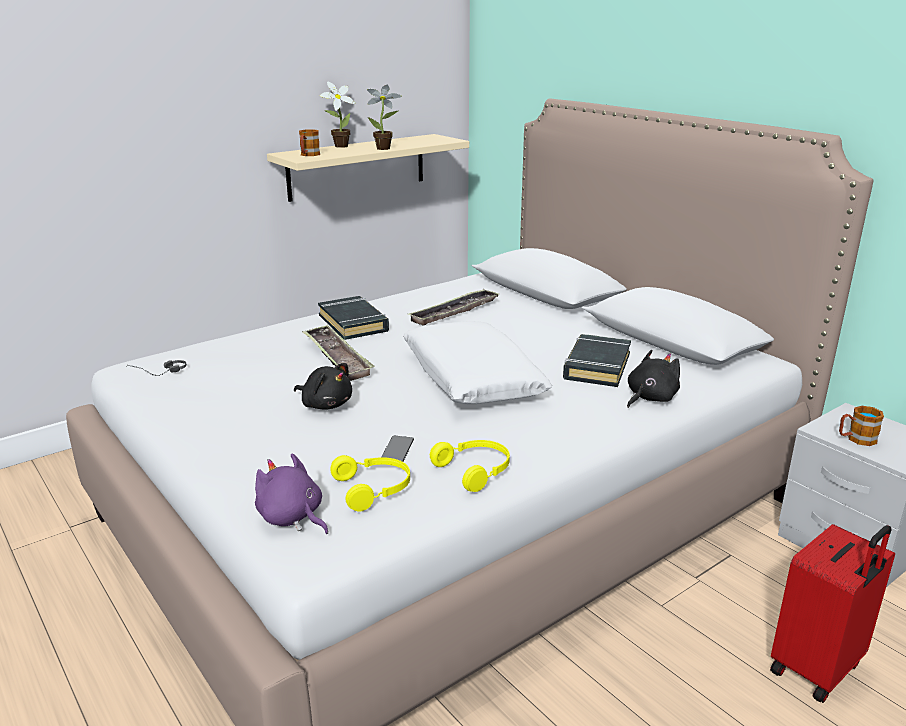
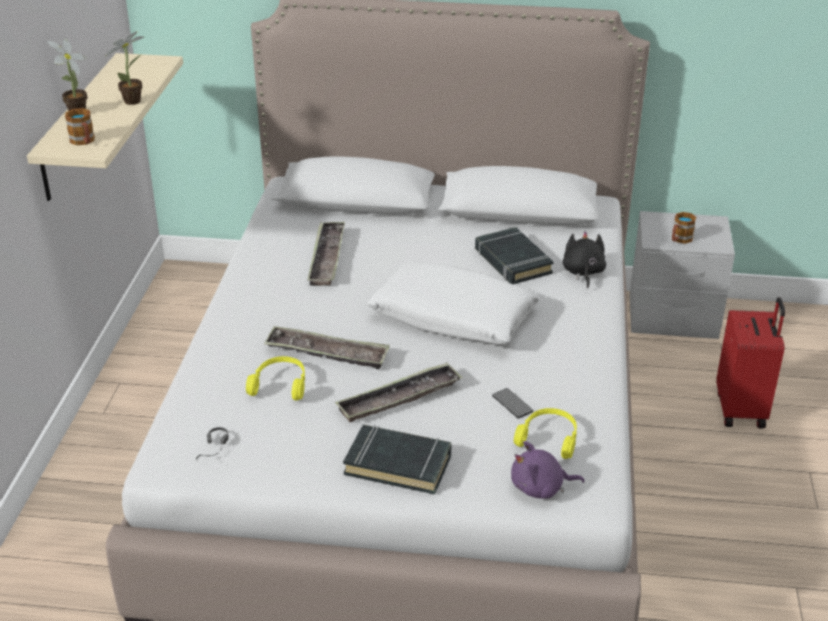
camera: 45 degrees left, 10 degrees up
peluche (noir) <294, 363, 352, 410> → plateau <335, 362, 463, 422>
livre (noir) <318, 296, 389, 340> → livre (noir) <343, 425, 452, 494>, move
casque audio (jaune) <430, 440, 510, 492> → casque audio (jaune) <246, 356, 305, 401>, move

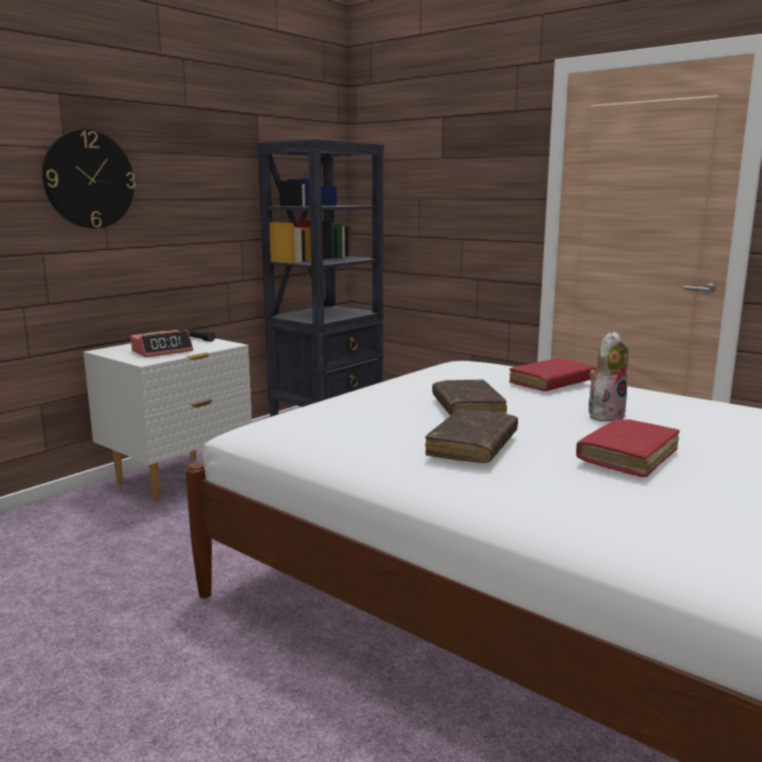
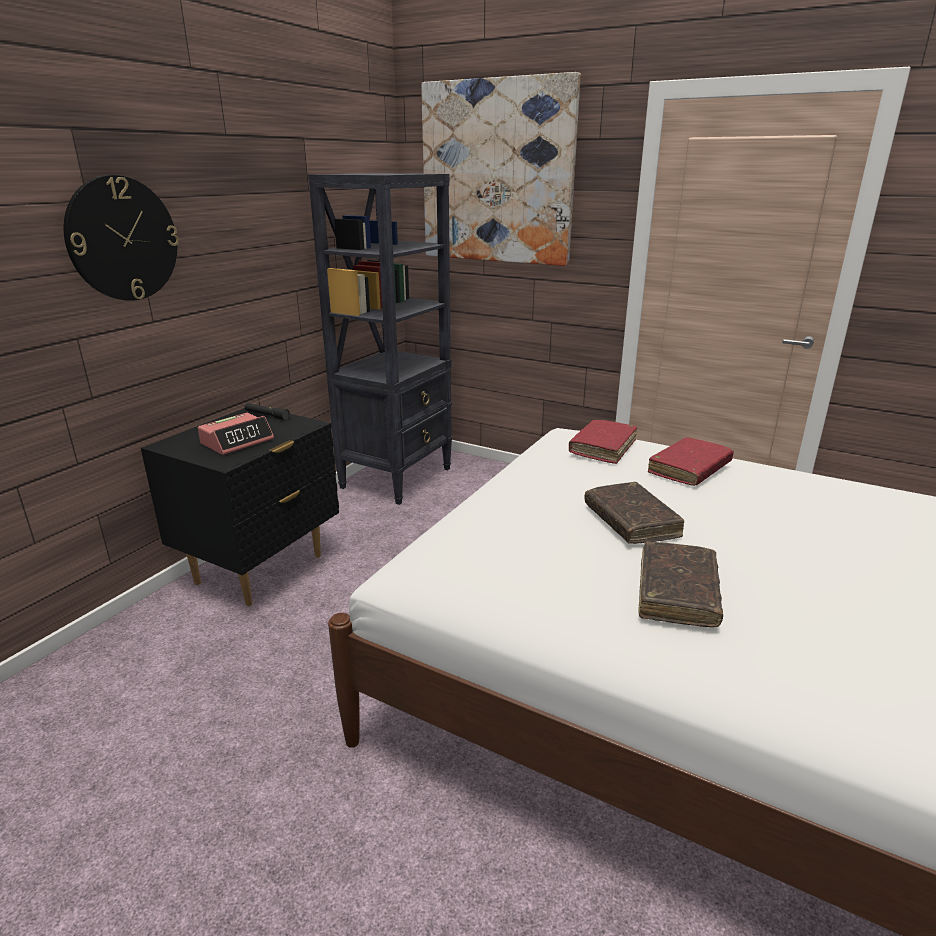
camera: 10 degrees left, 10 degrees up
table de chevet (blanc) <83, 337, 252, 502> → table de chevet (noir) <141, 408, 339, 606>
livre (rouge) <576, 419, 680, 477> → livre (rouge) <569, 420, 637, 464>, move
peluche <589, 331, 629, 421> → -
- → tableau <421, 72, 581, 266>

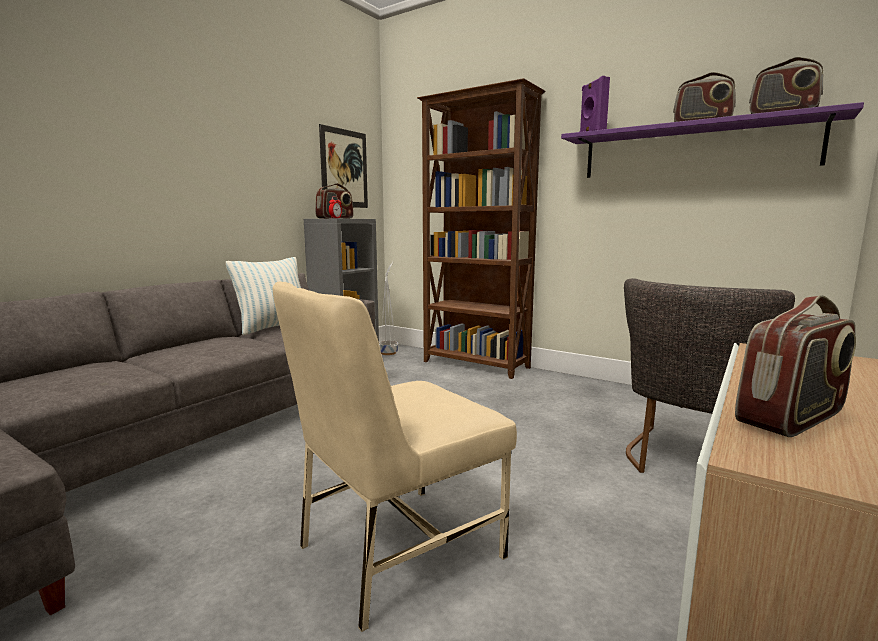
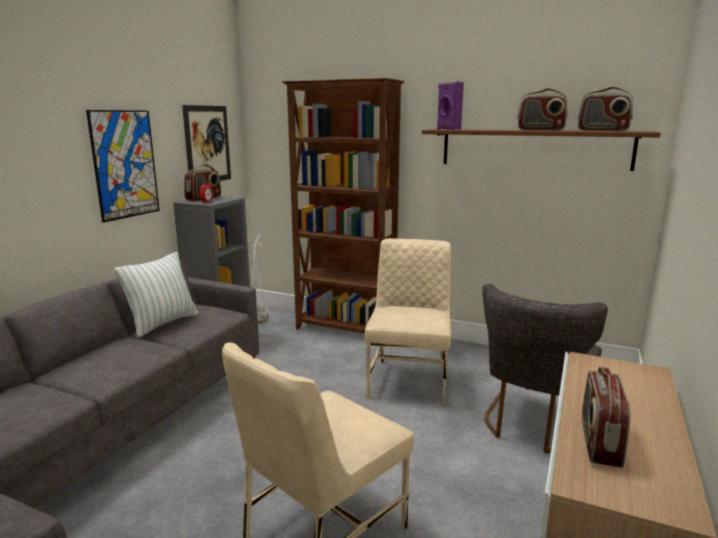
camera: 10 degrees left, 5 degrees up
étagère (violet) <561, 102, 864, 178> → étagère (marron) <422, 129, 661, 171>
radio <735, 296, 856, 437> → radio <582, 367, 631, 468>, 150 degrees clockwise
- → tableau <86, 110, 160, 223>
- → chaise (beige) <365, 238, 451, 405>

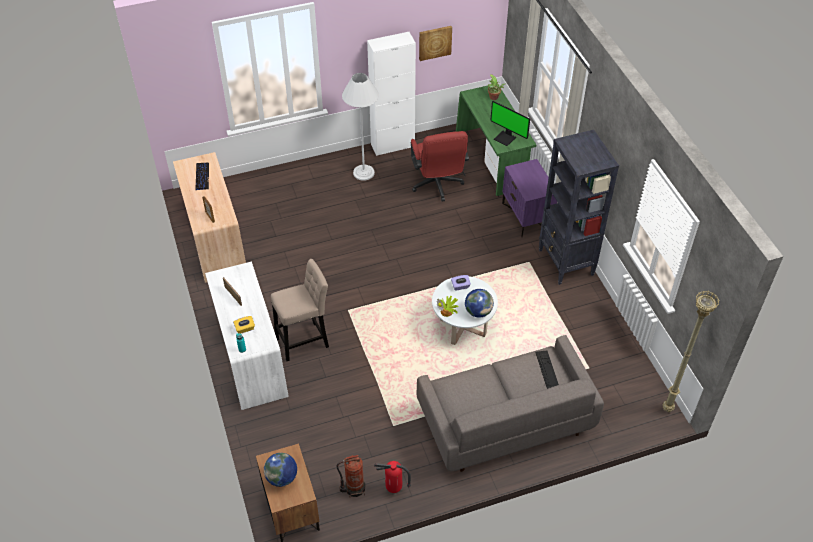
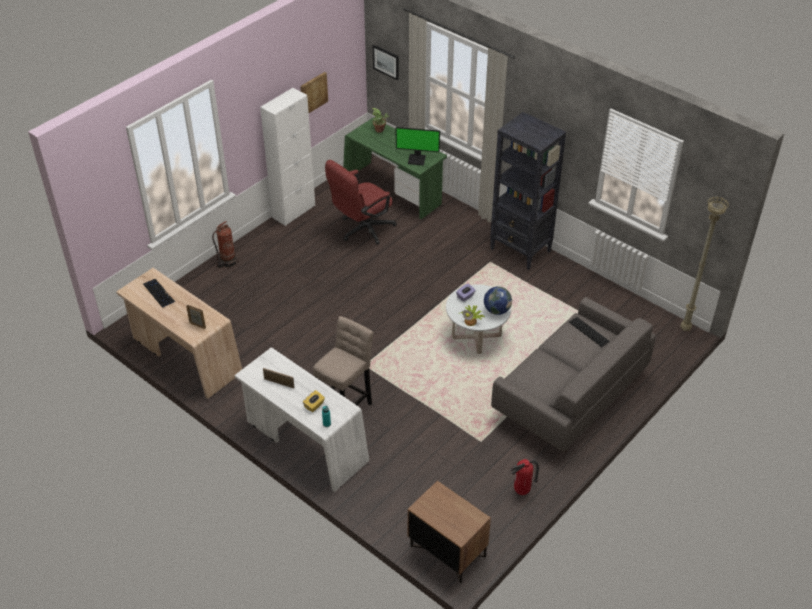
camera: 30 degrees left, 5 degrees down
globe <264, 453, 297, 487> → -
extincteur <337, 455, 365, 497> → extincteur <212, 221, 239, 268>, move
lampadaire (blanc) <342, 73, 379, 181> → -
chaise de bureau (rouge) <411, 131, 469, 201> → chaise de bureau (rouge) <325, 160, 397, 245>, 90 degrees clockwise
table de chevet (violet) <502, 159, 557, 237> → -
- → tableau <373, 45, 399, 80>

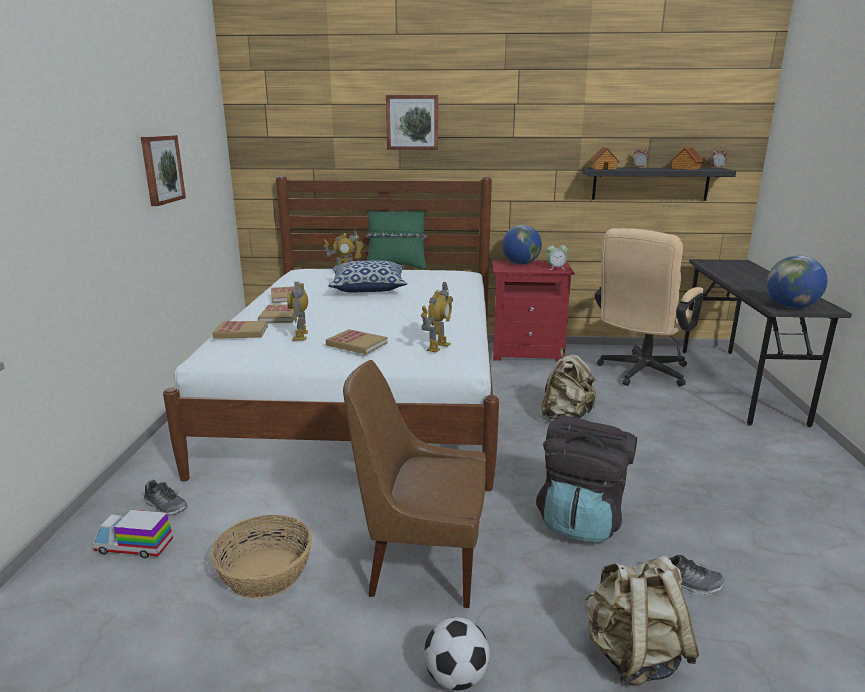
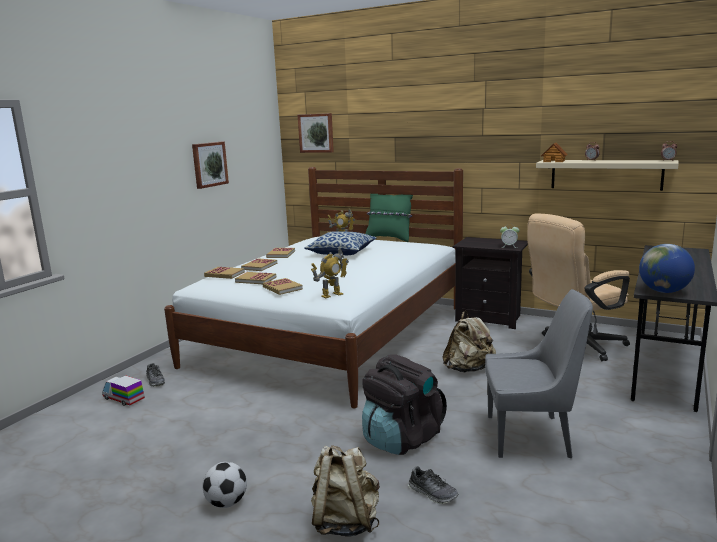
camera: 25 degrees right, 5 degrees down
panier <211, 515, 312, 599> → -
robot jouet <287, 282, 308, 341> → livre <235, 272, 276, 284>
chaise (marron) <343, 360, 486, 608> → -
tableau <386, 95, 438, 150> → tableau <298, 113, 334, 153>, move
table de chevet (rouge) <492, 260, 575, 362> → table de chevet (noir) <453, 237, 528, 329>
globe <502, 225, 542, 265> → -
étagère (noir) <582, 167, 736, 201> → étagère (beige) <536, 160, 679, 191>
maison miniature <670, 147, 704, 170> → -
- → chaise (gris) <485, 289, 593, 458>

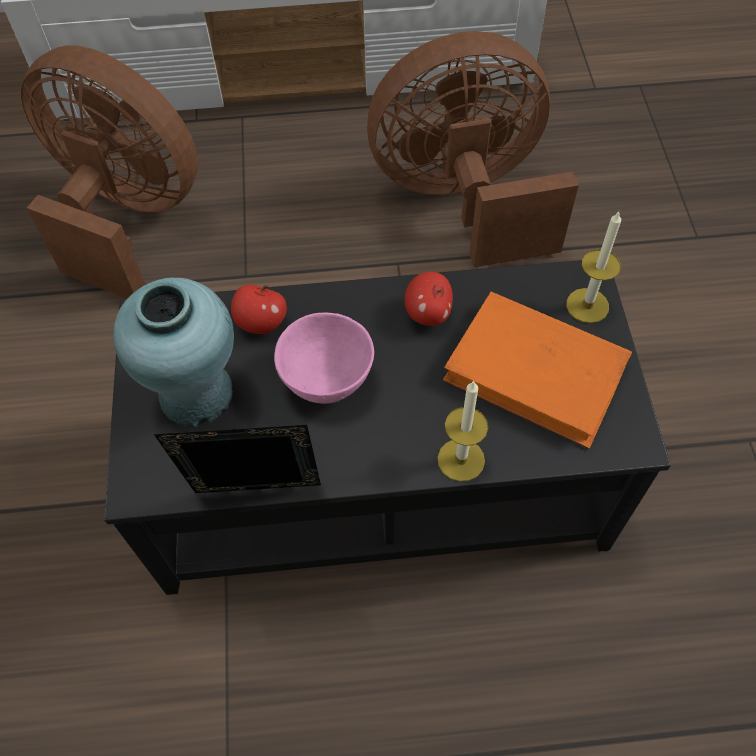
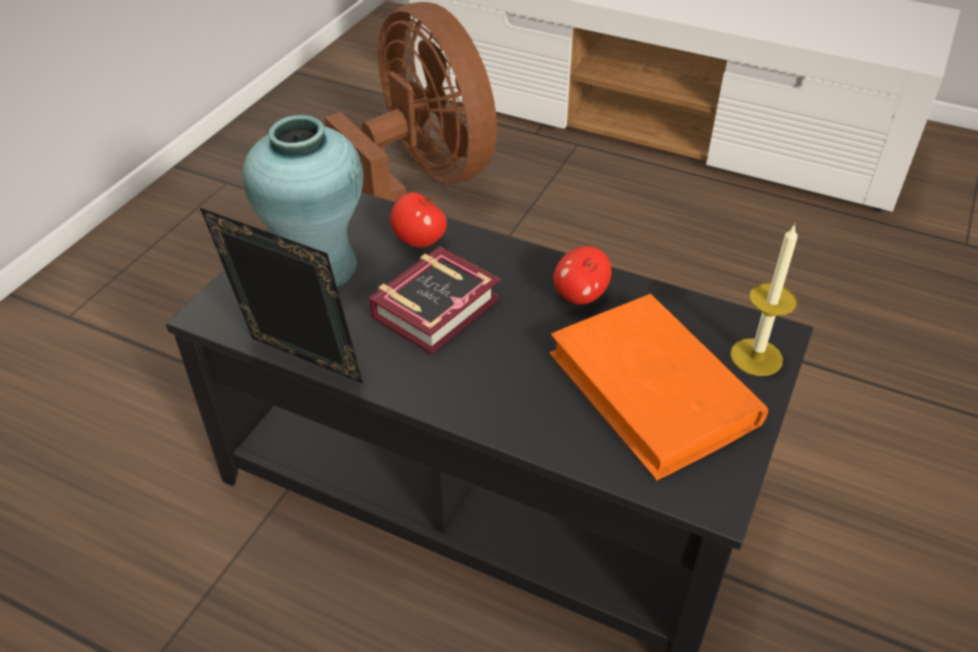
camera: 30 degrees right, 15 degrees down
bol (rose) <274, 313, 374, 404> → livre <369, 246, 500, 354>
ventilateur (marron) <367, 31, 579, 267> → -
bougie <437, 381, 488, 482> → -

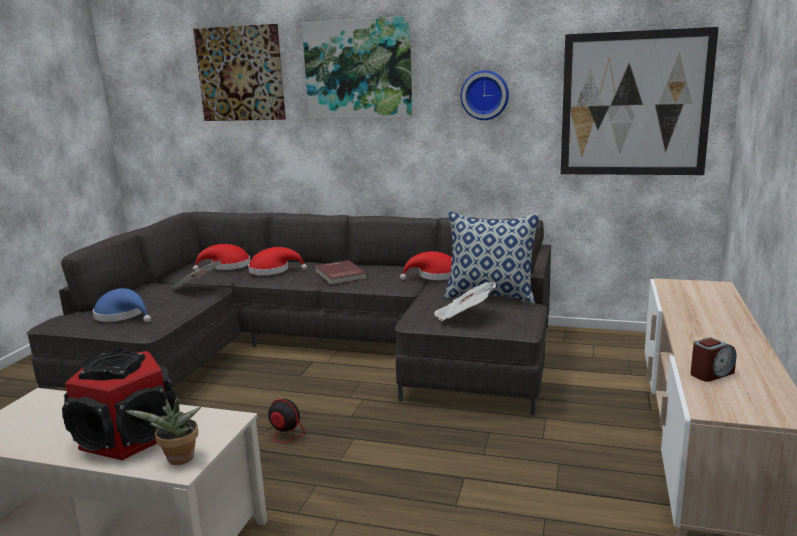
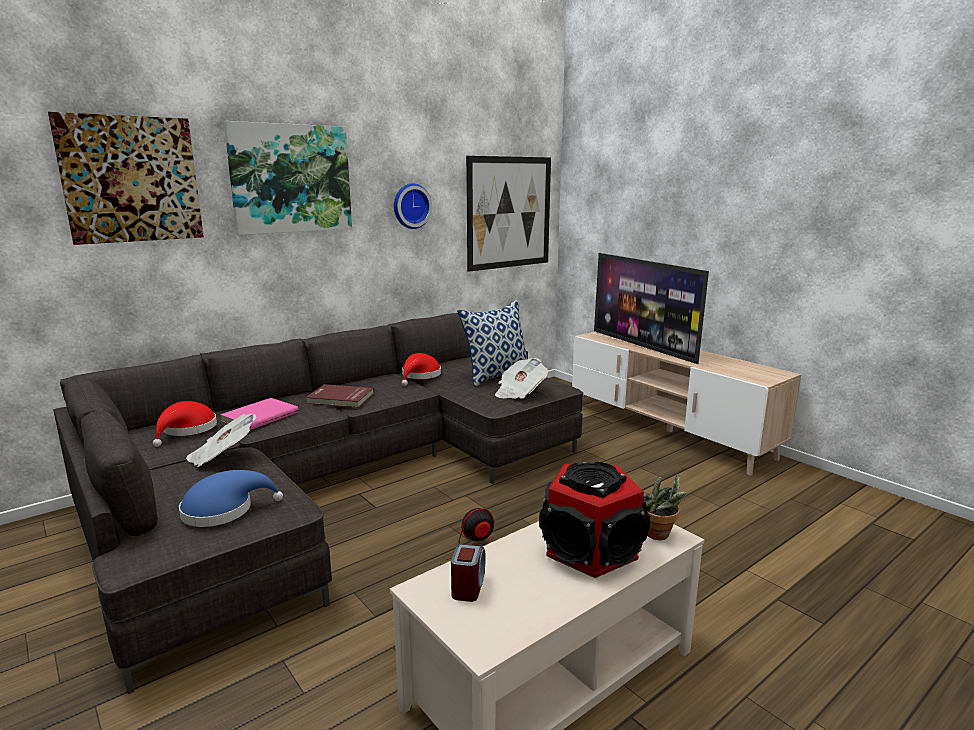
camera: 55 degrees left, 0 degrees up
chapeau (rouge) <248, 247, 307, 275> → livre (rose) <220, 398, 299, 430>
réveil <691, 338, 736, 382> → réveil <451, 544, 486, 602>, move
- → téléviseur <594, 253, 709, 364>

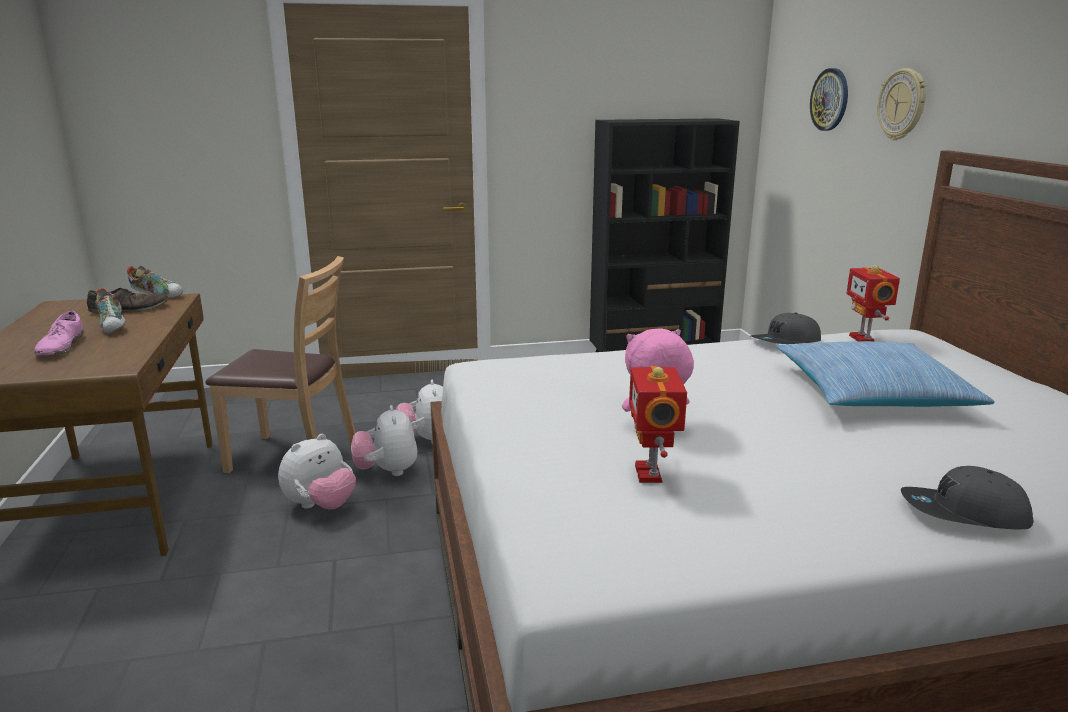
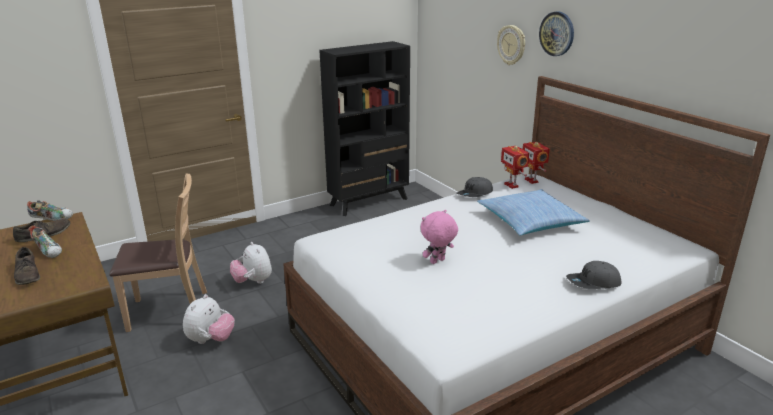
camera: 20 degrees left, 5 degrees up
chaussure (rose) <34, 311, 84, 355> → chaussure (marron) <14, 247, 40, 285>
peluche <351, 405, 417, 476> → -
robot jouet <629, 366, 687, 483> → robot jouet <523, 142, 550, 184>, move
horloge murale <810, 68, 848, 131> → horloge murale <539, 11, 574, 56>, move

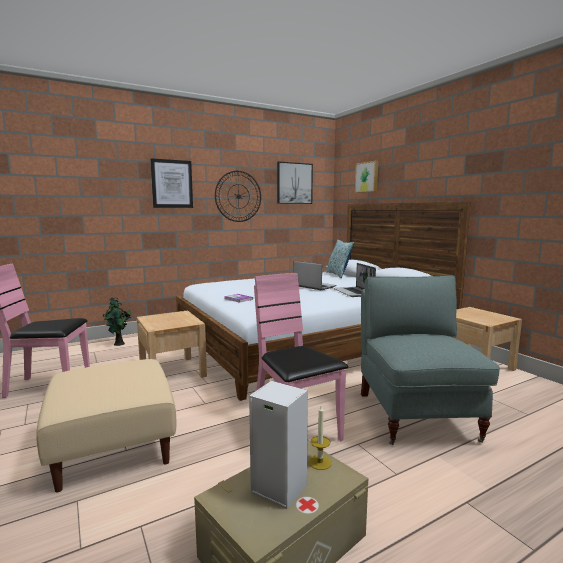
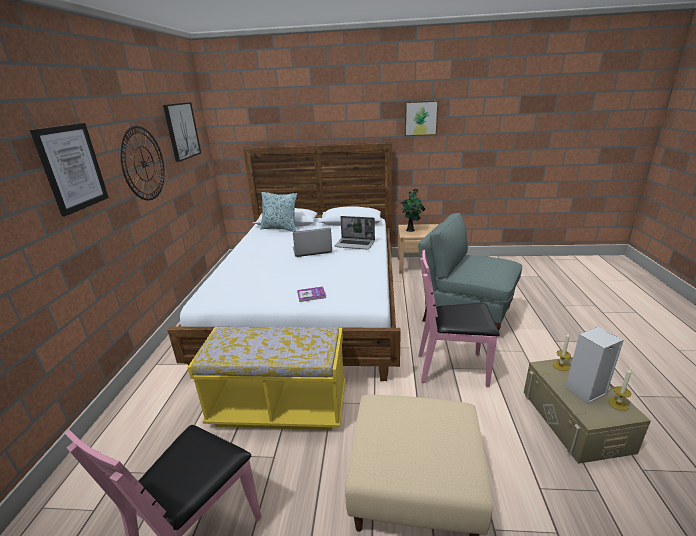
camera: 55 degrees left, 15 degrees up
plante en pot <102, 297, 132, 346> → plante en pot <402, 189, 425, 232>, move
table de chevet (beige) <137, 311, 207, 378> → banc (jaune) <188, 327, 345, 430>
tableau <355, 161, 378, 193> → tableau <405, 100, 439, 136>, move
- → bougie <608, 368, 632, 411>

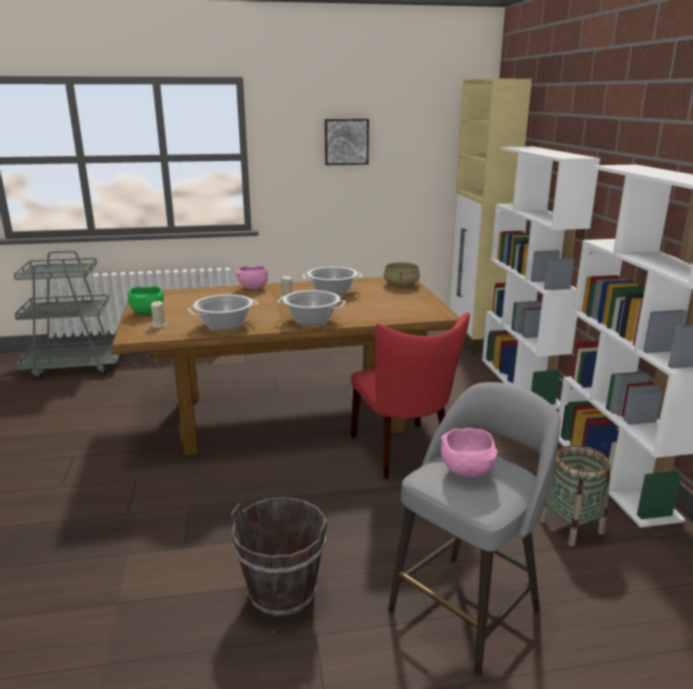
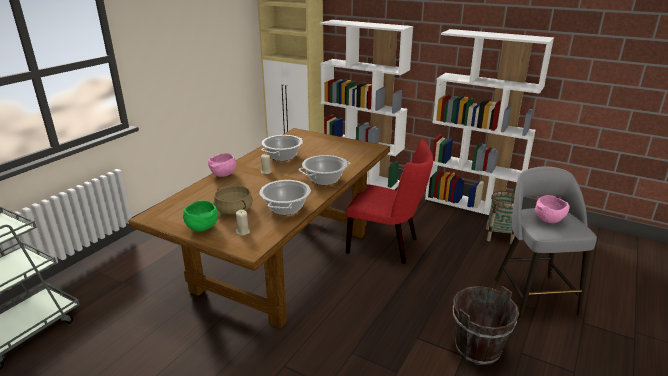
camera: 50 degrees left, 5 degrees up
tableau <325, 119, 369, 165> → -
marmite (beige) <383, 262, 420, 286> → marmite (beige) <213, 185, 253, 215>, move

